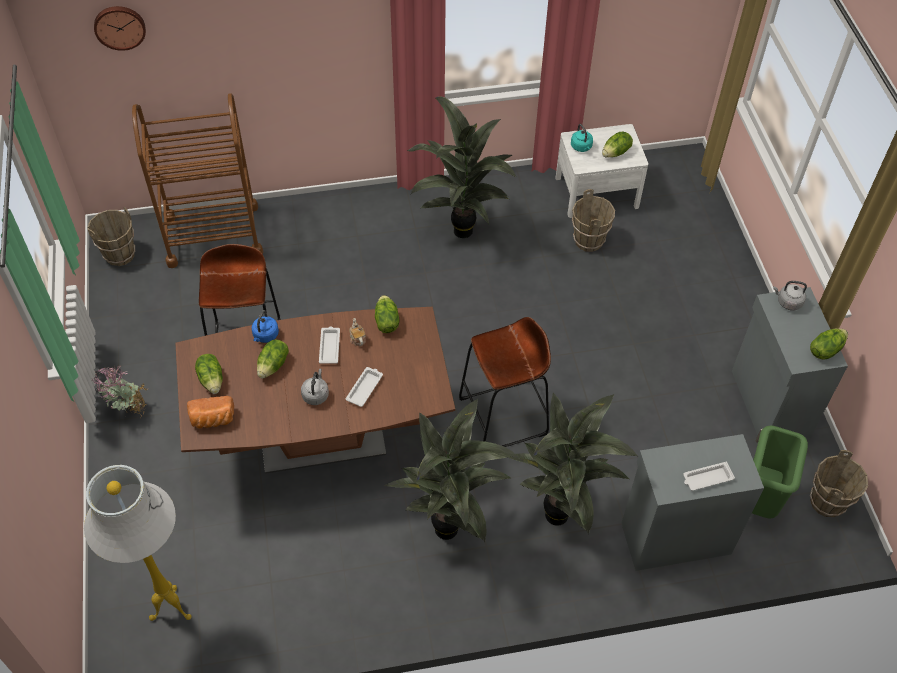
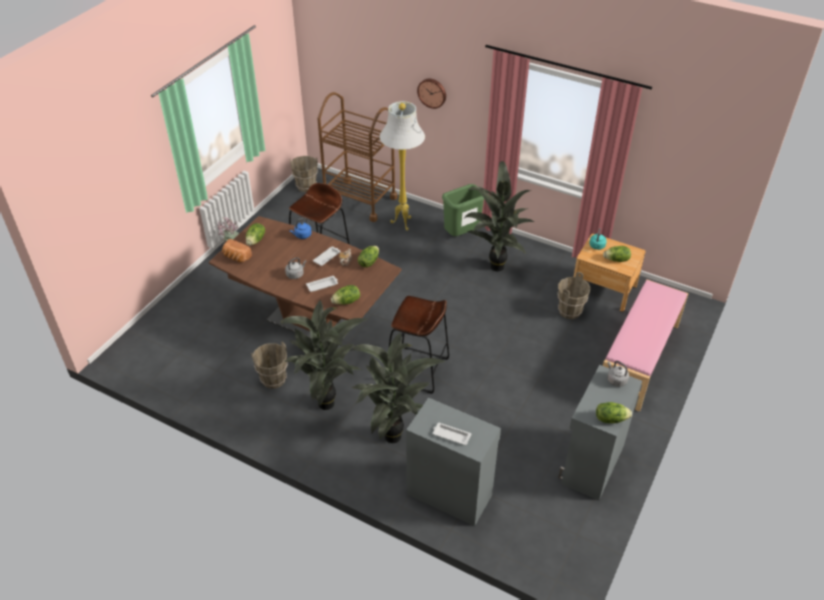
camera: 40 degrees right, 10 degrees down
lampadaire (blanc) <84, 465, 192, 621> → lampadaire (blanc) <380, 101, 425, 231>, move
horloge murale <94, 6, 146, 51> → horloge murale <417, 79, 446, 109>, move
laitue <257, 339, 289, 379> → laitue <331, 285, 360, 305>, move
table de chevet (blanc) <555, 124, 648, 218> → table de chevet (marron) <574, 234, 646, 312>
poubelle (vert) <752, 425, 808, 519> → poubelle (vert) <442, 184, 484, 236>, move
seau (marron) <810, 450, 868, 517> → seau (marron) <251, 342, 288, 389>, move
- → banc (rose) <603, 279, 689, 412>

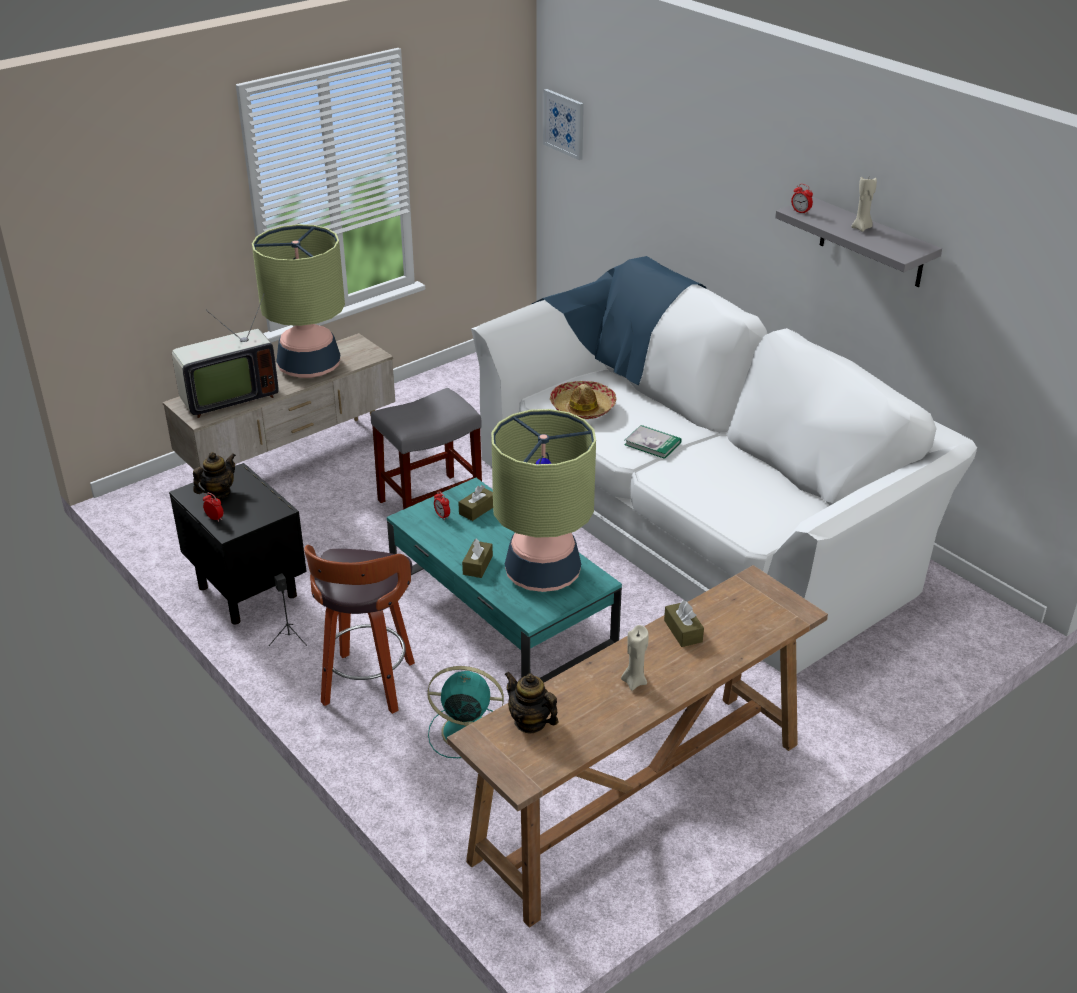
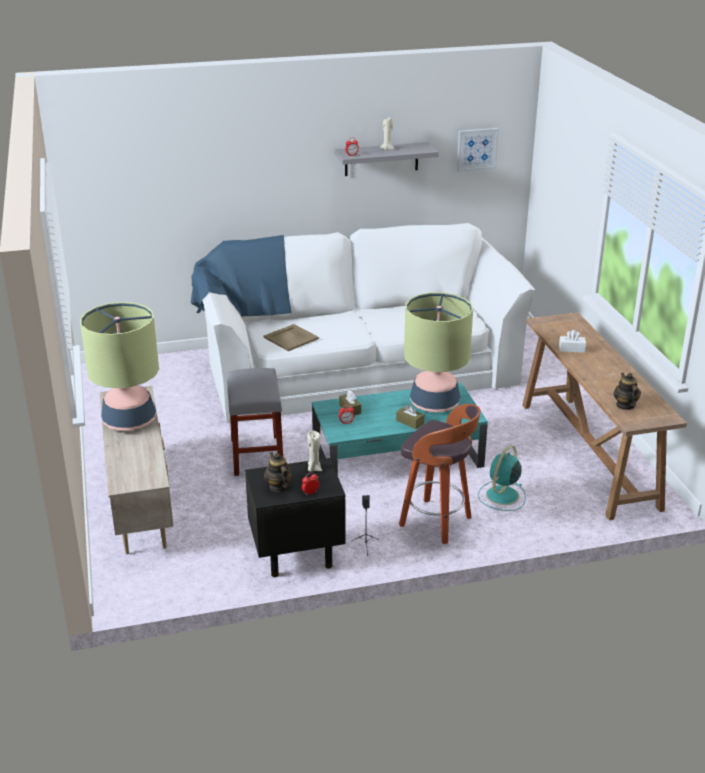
camera: 65 degrees left, 5 degrees down
téléviseur <172, 293, 279, 418> → -
théière <504, 671, 558, 733> → théière <614, 373, 641, 410>, 105 degrees clockwise
tableau <543, 89, 584, 160> → tableau <457, 128, 499, 172>, move
chapeau <550, 381, 617, 419> → plateau (beige) <264, 324, 319, 351>
bougie (beige) <621, 625, 649, 691> → bougie (beige) <307, 431, 322, 472>, move
livre <624, 425, 682, 459> → -
boîte à mouchoirs (marron) <664, 600, 704, 647> → boîte à mouchoirs (blanc) <559, 330, 586, 353>

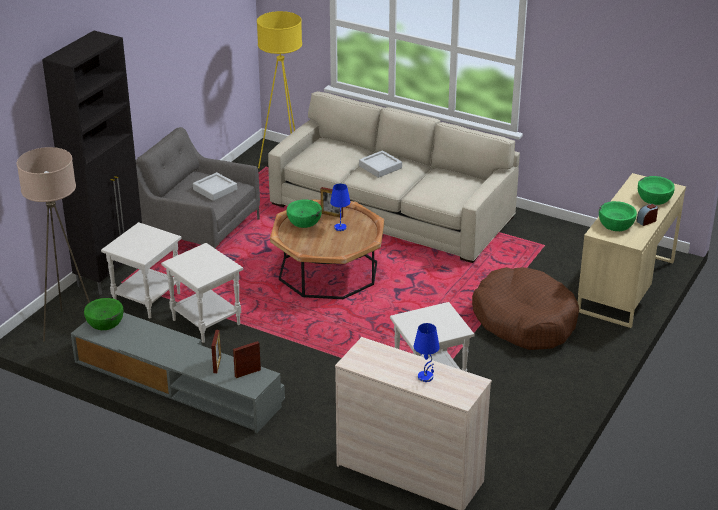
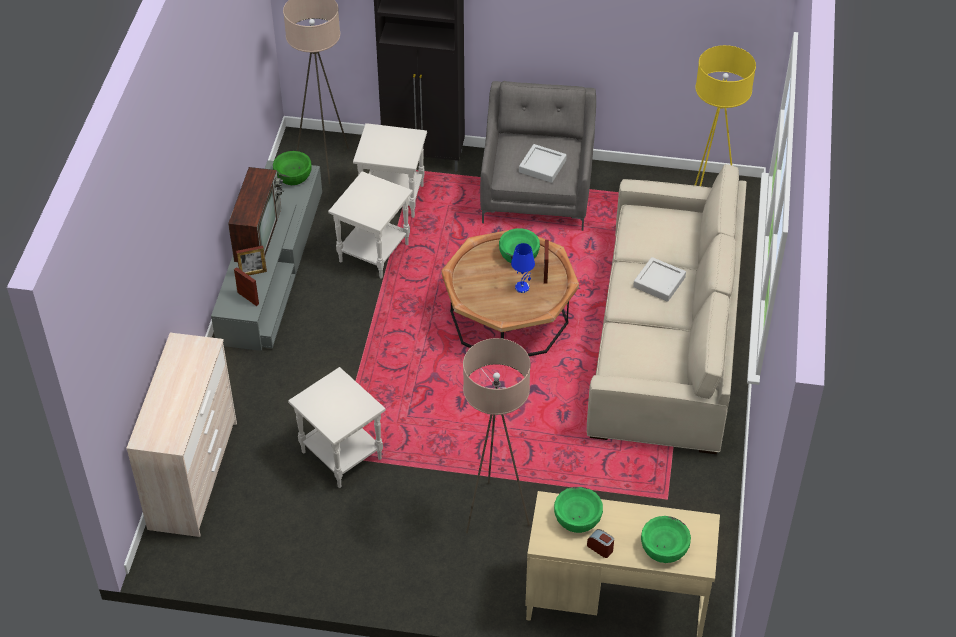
camera: 70 degrees right, 15 degrees up
lampe de table (bleu) <414, 323, 440, 382> → -
panier pour chien (marron) <472, 267, 579, 350> → lampadaire (beige) <463, 338, 531, 533>
- → téléviseur <228, 167, 284, 262>

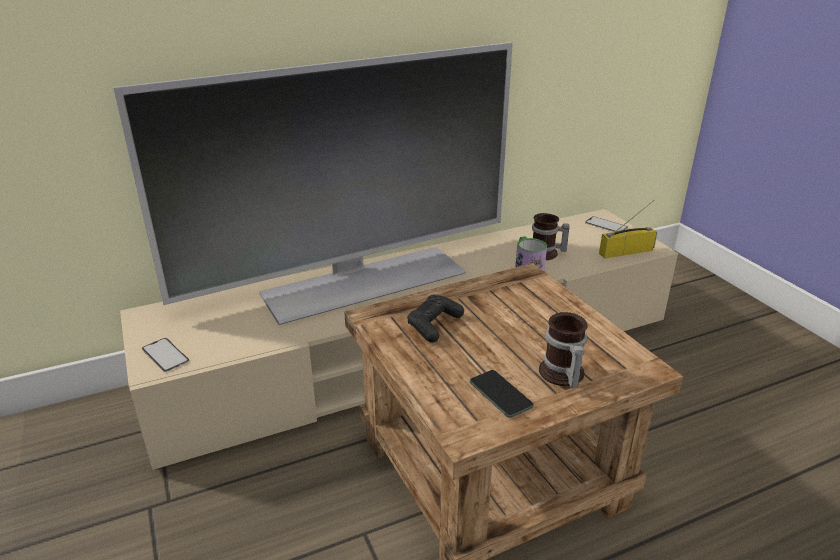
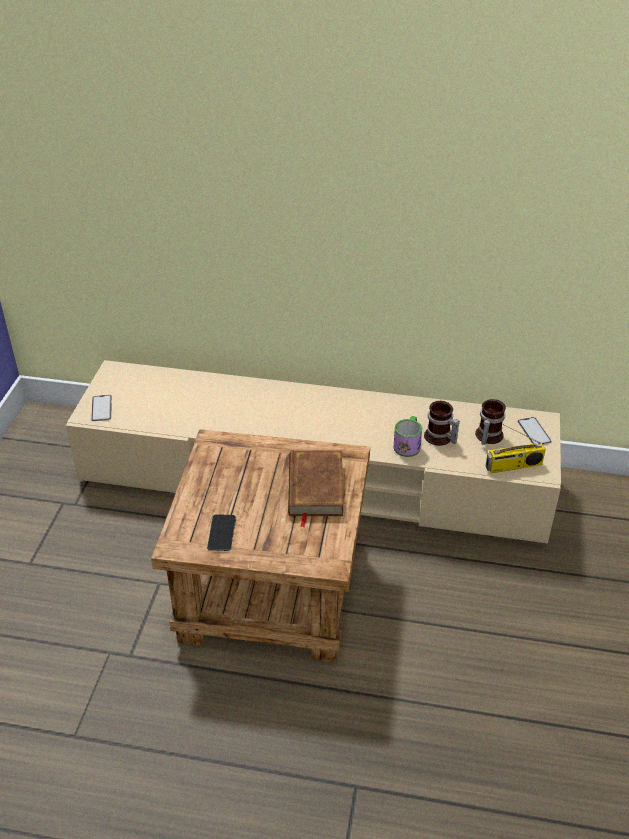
camera: 35 degrees right, 10 degrees up
téléviseur <113, 42, 513, 325> → -
manette (noir) <407, 294, 464, 342> → -
mug <539, 312, 588, 388> → mug <475, 399, 506, 445>, move
radio <599, 200, 657, 259> → radio <485, 424, 546, 473>, 150 degrees clockwise
- → livre (marron) <288, 451, 344, 527>

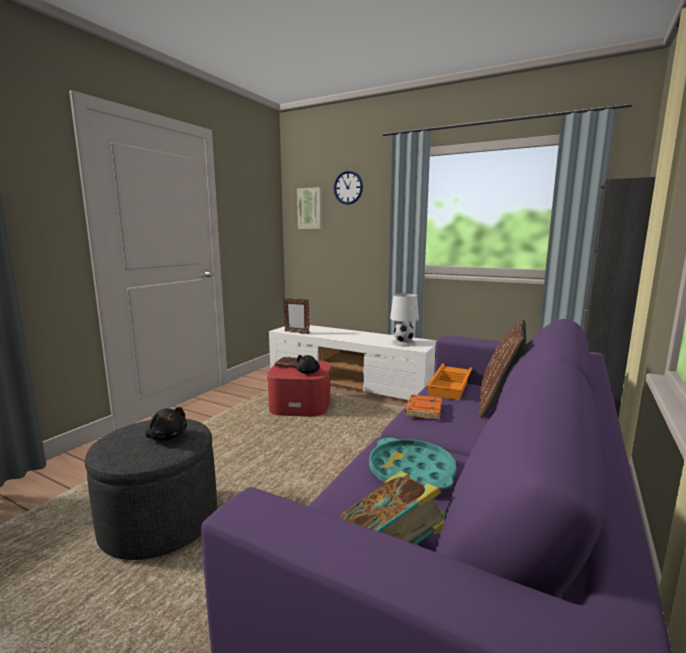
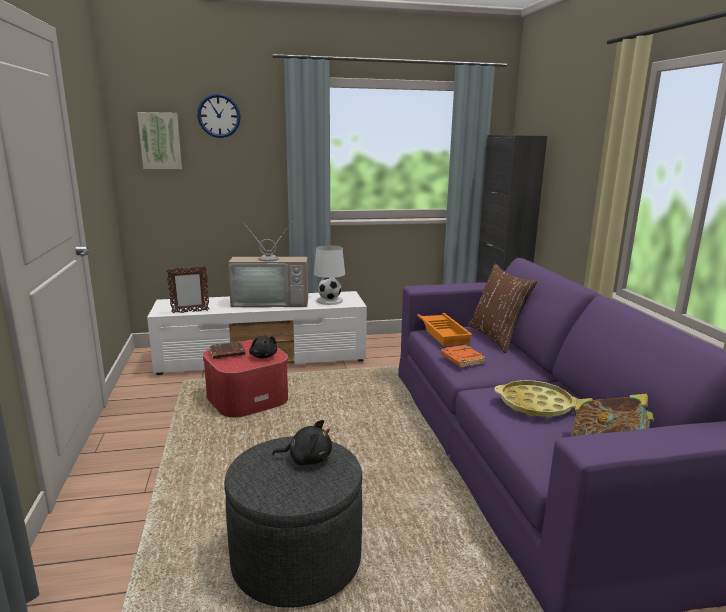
camera: 40 degrees left, 5 degrees up
plateau (turquoise) <369, 438, 456, 490> → plateau (jaune) <494, 380, 578, 418>
- → téléviseur <228, 221, 308, 307>

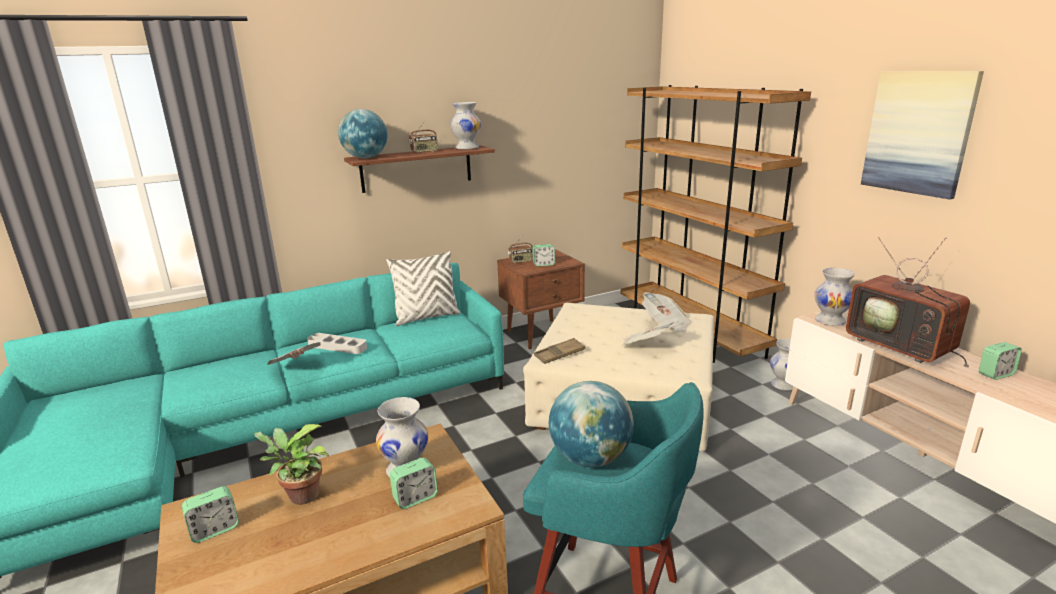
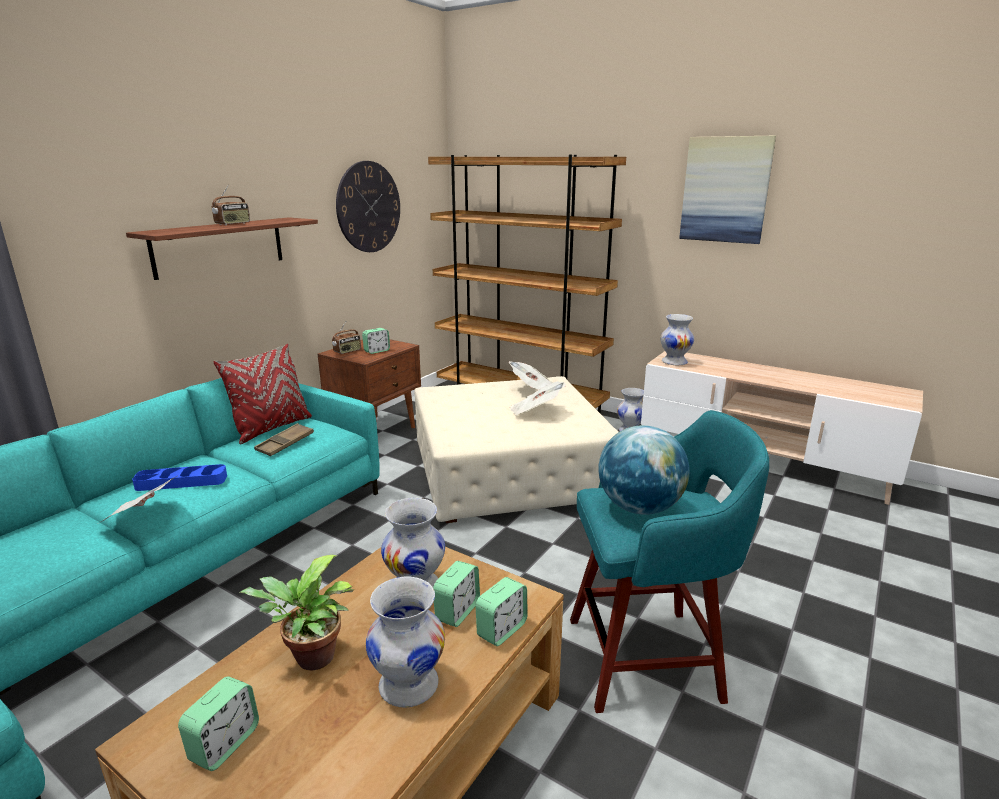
camera: 30 degrees left, 0 degrees up
plateau (gris) <307, 333, 367, 354> → plateau (bleu) <132, 464, 227, 491>
globe <338, 109, 387, 158> → -
coussin (blanc) <386, 251, 461, 326> → coussin (rouge) <214, 344, 312, 444>
vase (blanc) <450, 102, 481, 149> → vase (blanc) <366, 577, 445, 708>, move
plateau (marron) <534, 338, 585, 364> → plateau (marron) <254, 423, 314, 456>, move
téléviseur <846, 237, 970, 368> → -
réveil <979, 342, 1022, 380> → réveil <475, 577, 528, 646>, move
- → horloge murale <336, 161, 400, 252>

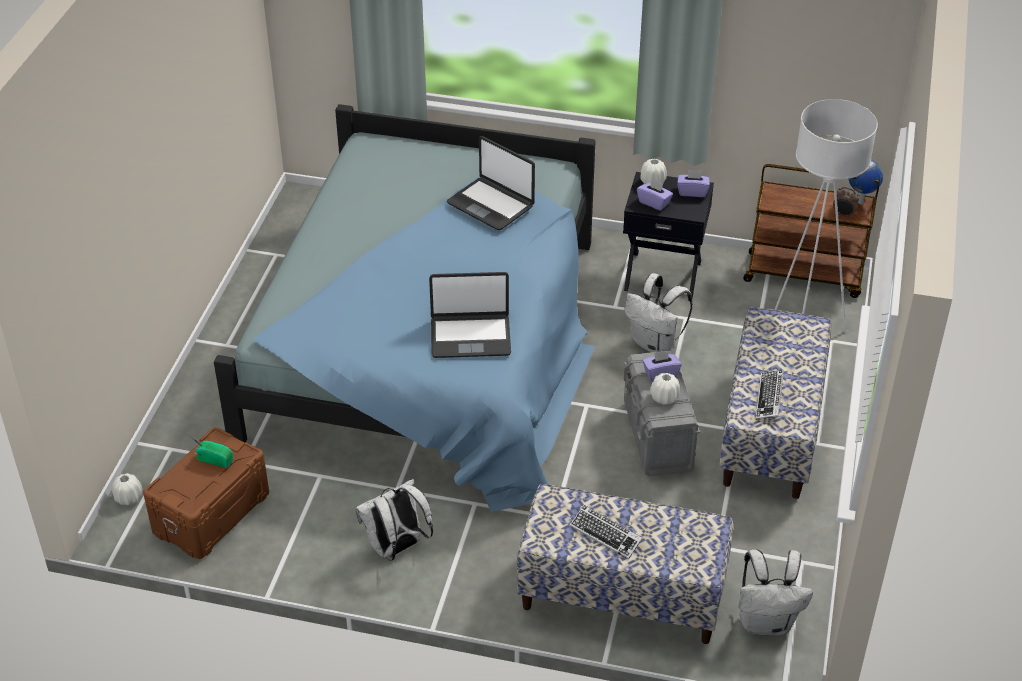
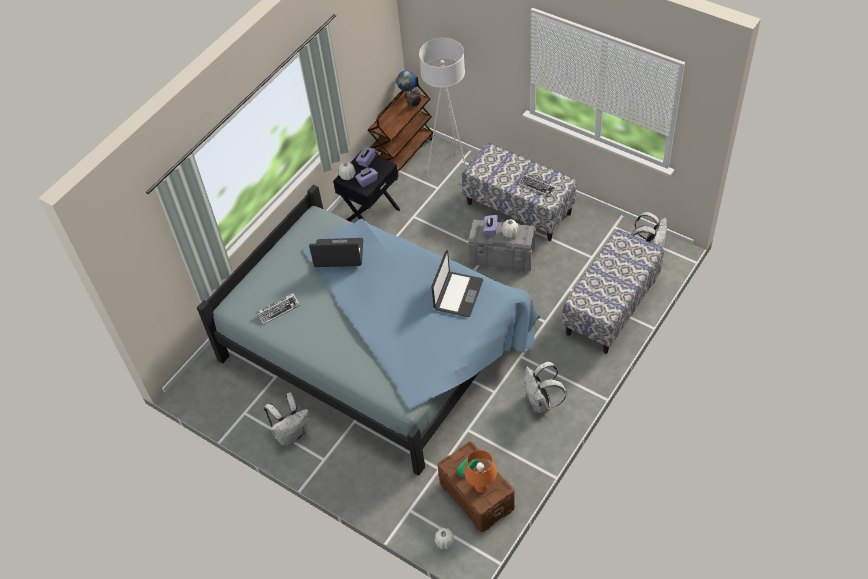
camera: 65 degrees left, 10 degrees up
ordinateur portable <447, 136, 535, 230> → ordinateur portable <309, 238, 363, 267>, 150 degrees counterclockwise
clavier <570, 505, 643, 560> → clavier <257, 293, 300, 324>, move
sac à dos (blanc) <624, 273, 693, 352> → sac à dos (blanc) <264, 392, 310, 446>, move
- → lampe de table (orange) <464, 450, 497, 493>

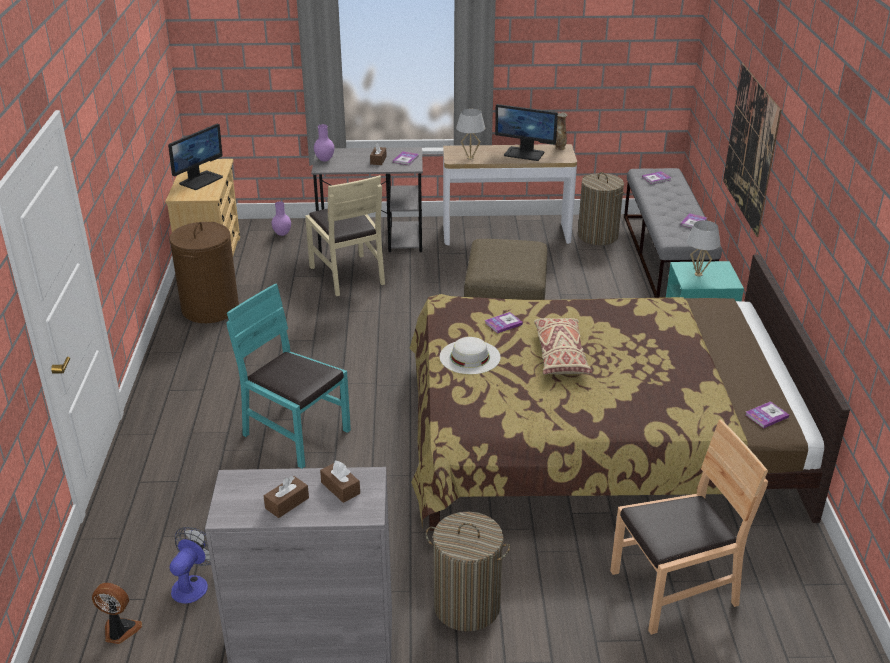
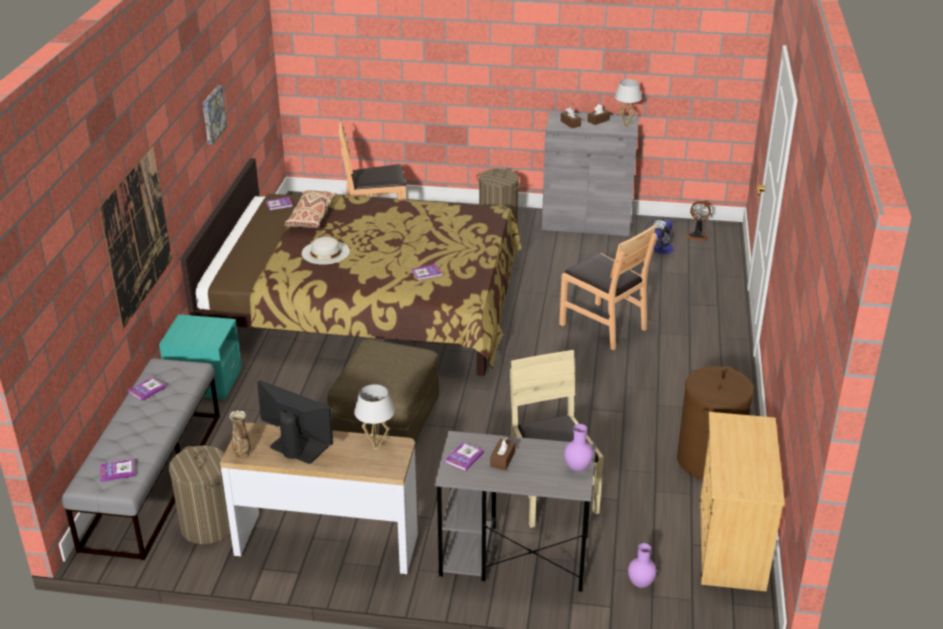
camera: 170 degrees left, 0 degrees up
écran d'ordinateur <168, 124, 223, 190> → -
chaise (turquoise) <226, 284, 351, 468> → chaise (marron) <559, 225, 657, 350>
chapeau (blanc) <440, 337, 501, 374> → chapeau (blanc) <302, 237, 350, 265>, move
coussin (beige) <534, 318, 592, 374> → coussin (beige) <284, 190, 337, 228>, move
lampe de table (blanc) <687, 220, 720, 276> → lampe de table (blanc) <614, 79, 642, 127>, move
- → tableau <203, 86, 227, 145>

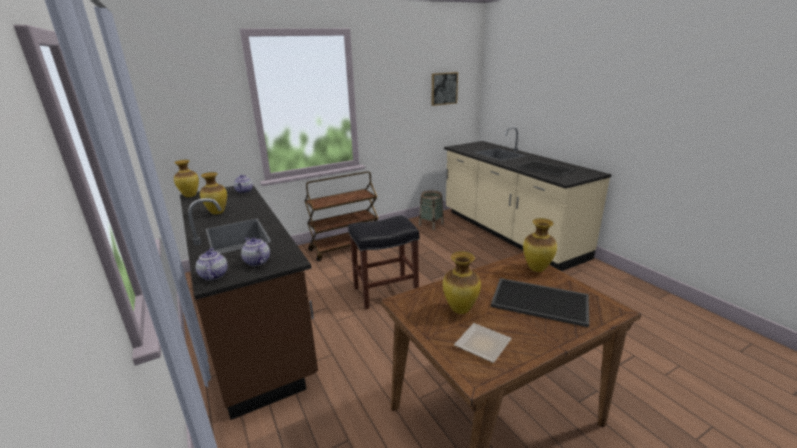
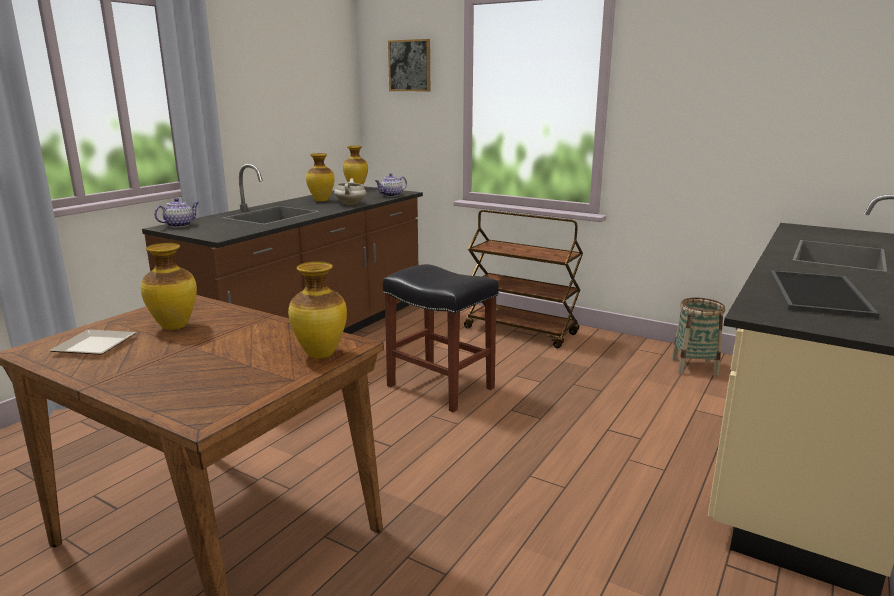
camera: 60 degrees right, 5 degrees down
théière <241, 237, 270, 266> → -
tableau <432, 72, 458, 106> → tableau <388, 39, 430, 91>, move
plateau <491, 278, 589, 327> → -
- → marmite (blanc) <334, 178, 366, 205>

